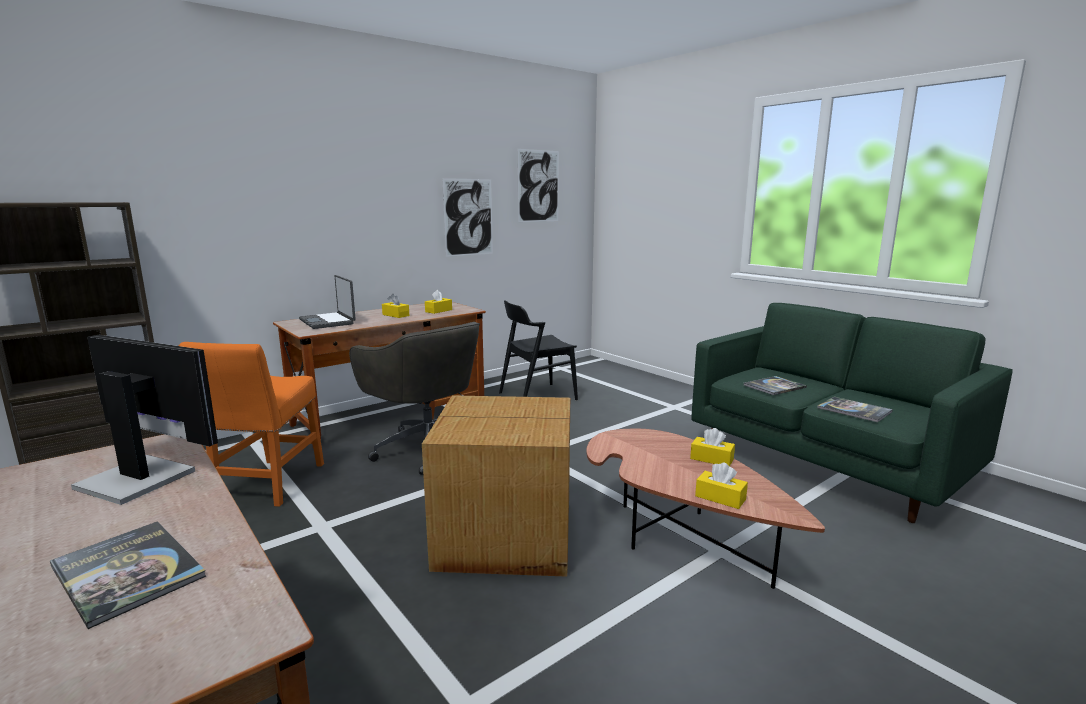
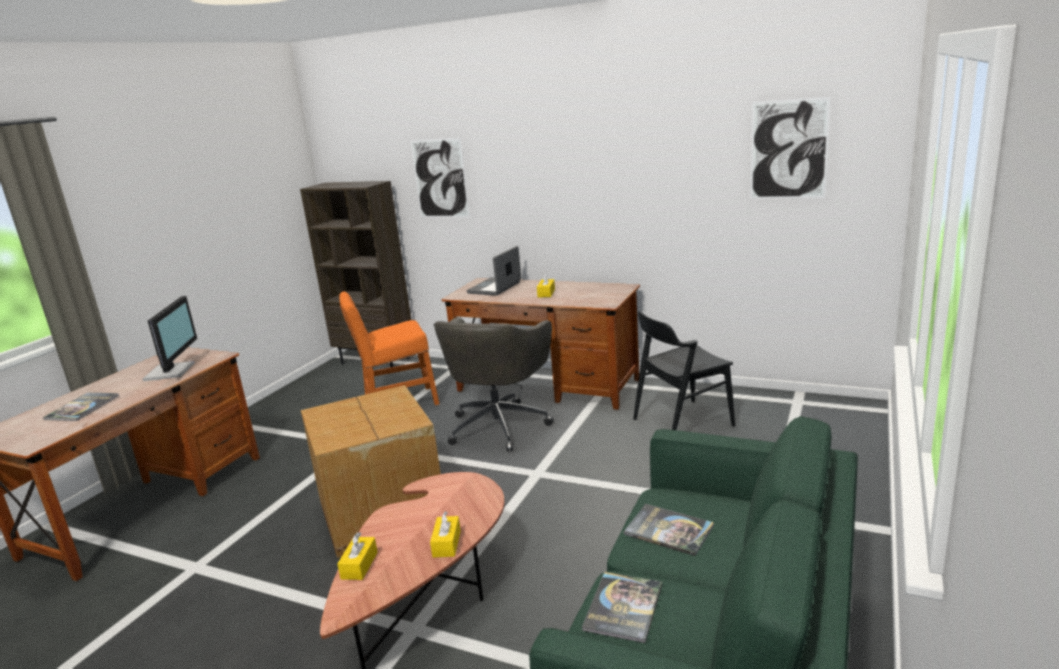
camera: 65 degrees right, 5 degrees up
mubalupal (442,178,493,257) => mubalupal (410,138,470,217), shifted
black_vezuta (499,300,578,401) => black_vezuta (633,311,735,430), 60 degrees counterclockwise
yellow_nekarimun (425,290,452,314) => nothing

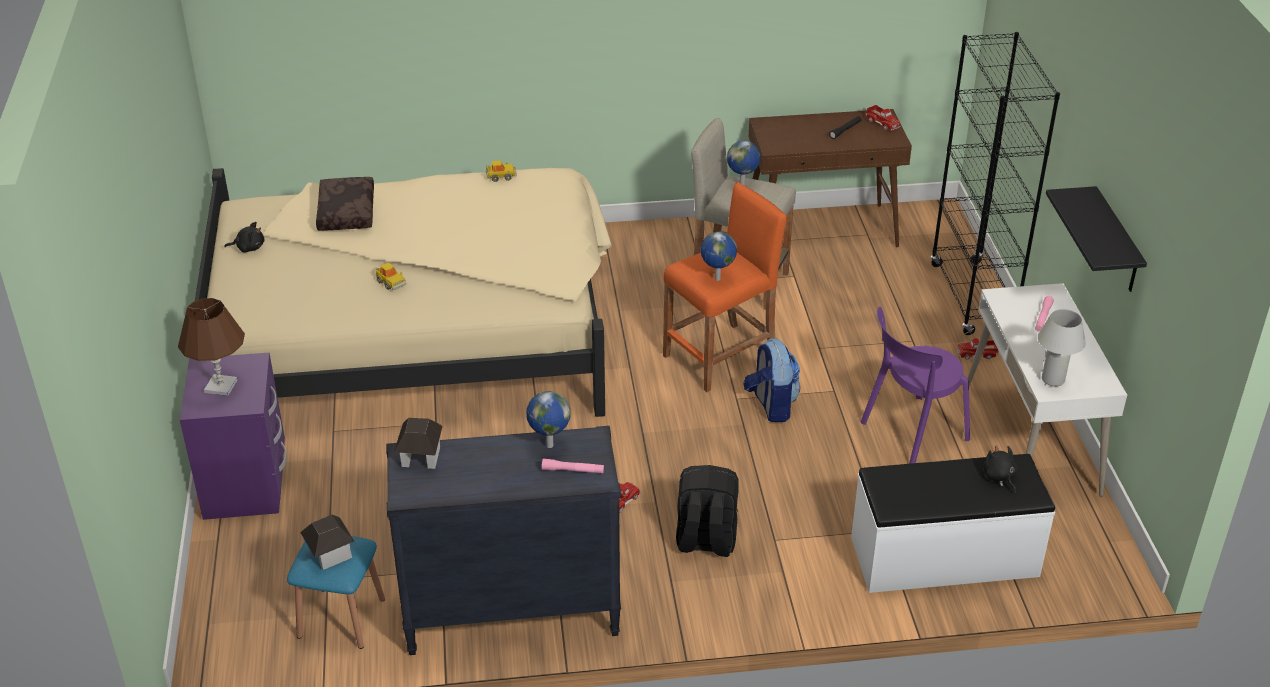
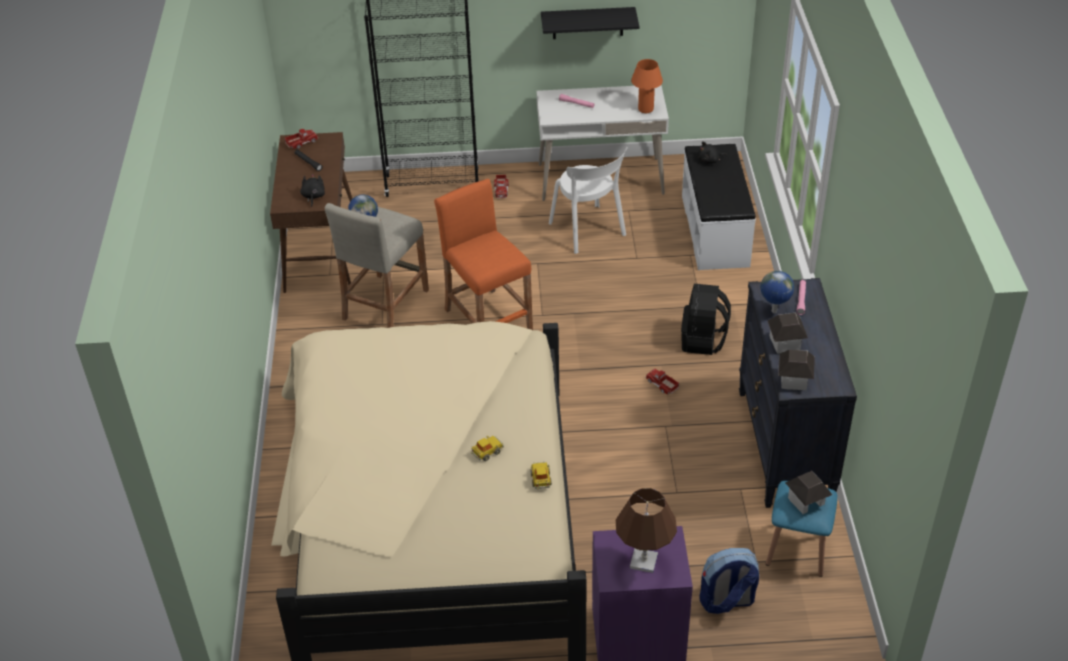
camera: 85 degrees left, 5 degrees up
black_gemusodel (224,222,264,253) => black_gemusodel (300,174,325,207), shifted
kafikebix (486,160,517,182) => kafikebix (531,461,552,489), shifted
purple_vezuta (861,307,970,464) => white_vezuta (549,147,627,254)
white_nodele (1038,309,1086,387) => orange_nodele (631,59,663,113)
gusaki (743,338,800,422) => gusaki (699,548,759,614), shifted
nothing => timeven (768,313,808,354)
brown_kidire (316,177,374,231) => nothing
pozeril (701,232,737,281) => nothing

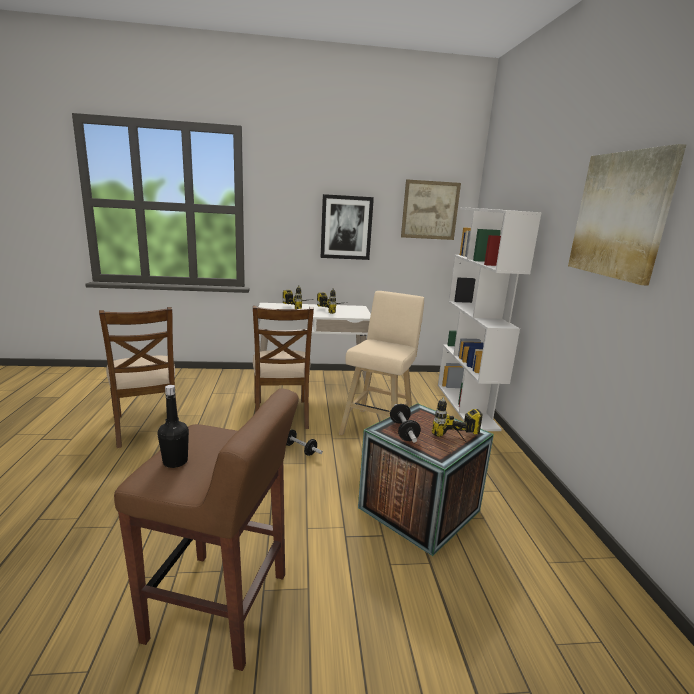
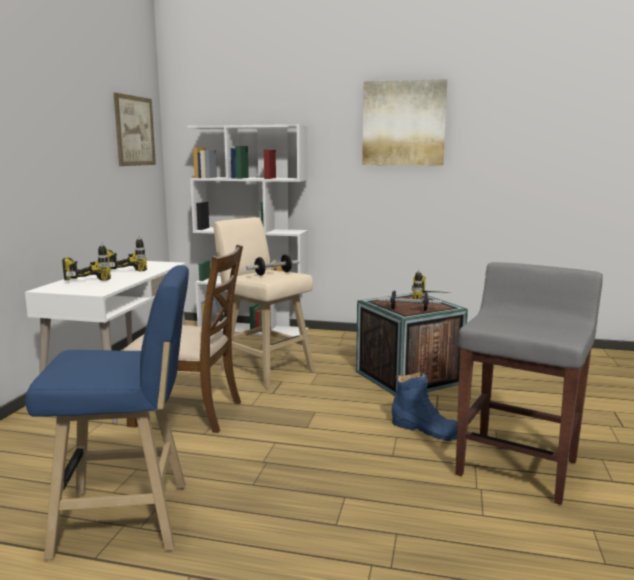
camera: 70 degrees left, 5 degrees down
brown_vezuta (99,307,178,448) => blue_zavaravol (25,265,189,560)
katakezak (286,430,323,456) => katakezak (246,254,299,276), shifted
nothing => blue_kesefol (392,371,457,441)
brown_zavaravol (114,388,299,671) => grey_zavaravol (456,262,603,505)
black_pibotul (158,385,189,468) => nothing
mubalupal (321,194,374,260) => nothing

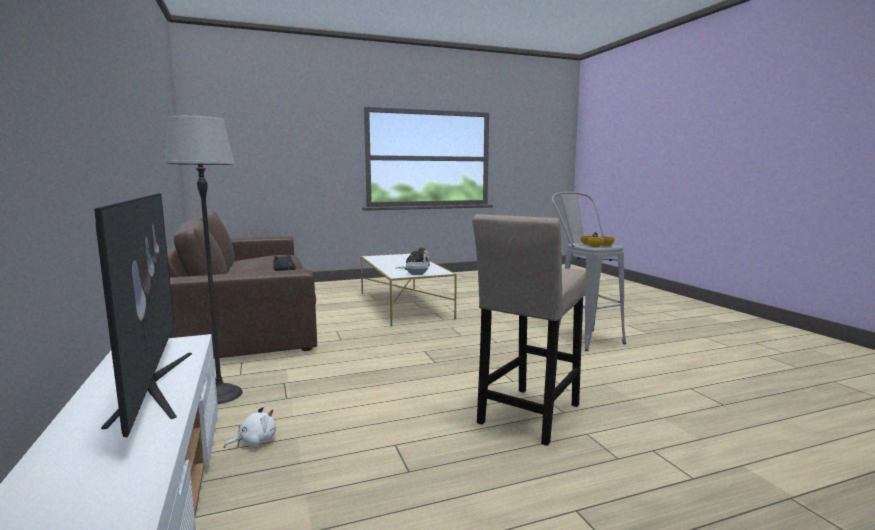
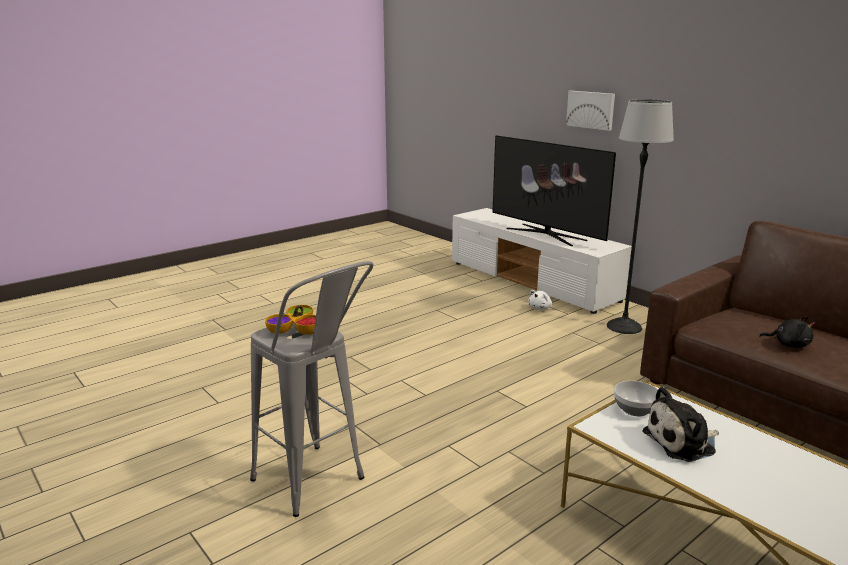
camera: 160 degrees right, 10 degrees up
nothing => mubalupal (566,91,615,131)
beige_zavaravol (472,214,587,446) => nothing

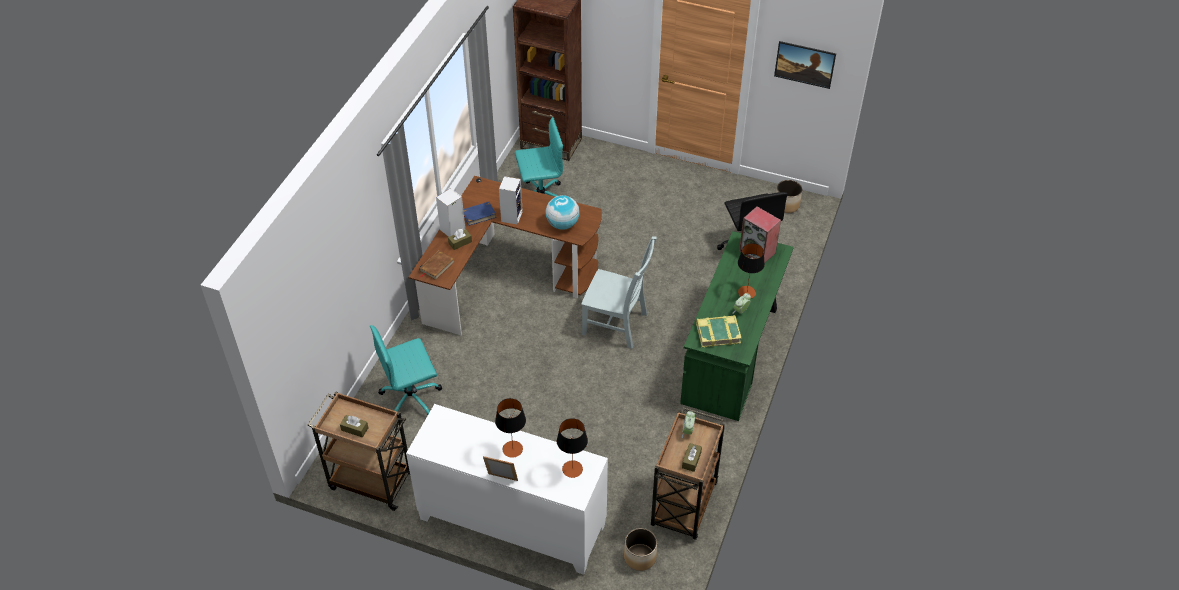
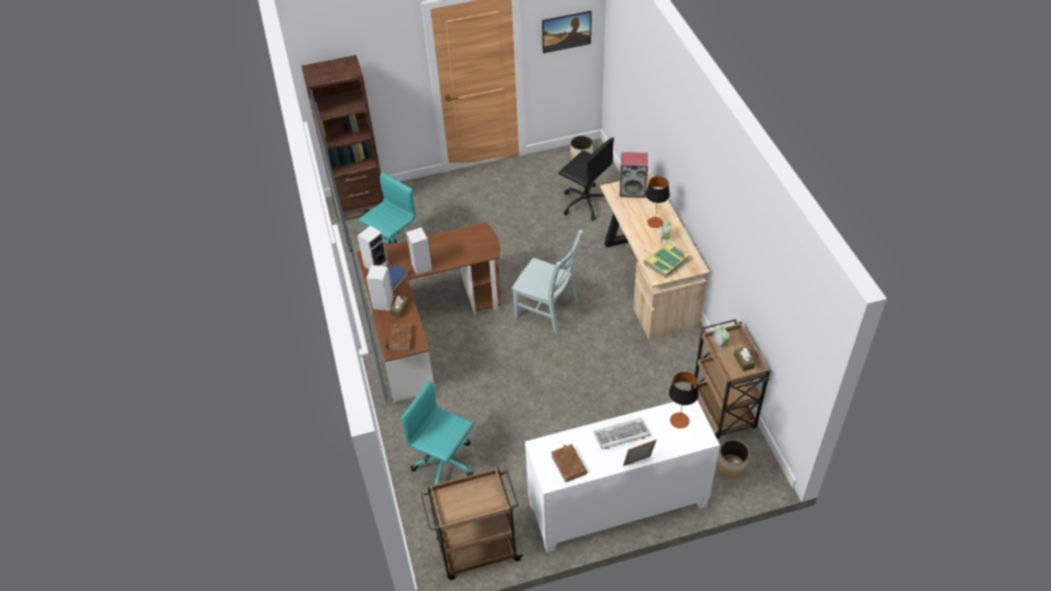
camera: 35 degrees left, 0 degrees up
nothing => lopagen (357,226,388,269)
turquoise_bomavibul (370,325,442,416) => turquoise_bomavibul (401,380,474,485), 90 degrees clockwise
grey_vezuta (581,236,657,349) => grey_vezuta (512,230,583,334), 45 degrees clockwise
nothing => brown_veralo (551,444,587,482)
nodele (495,398,526,458) => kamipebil (593,418,650,449)
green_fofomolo (680,231,794,421) => beige_fofomolo (600,174,710,340)
brown_nekarimun (340,415,369,437) => nothing
pozeril (546,195,580,230) => nothing

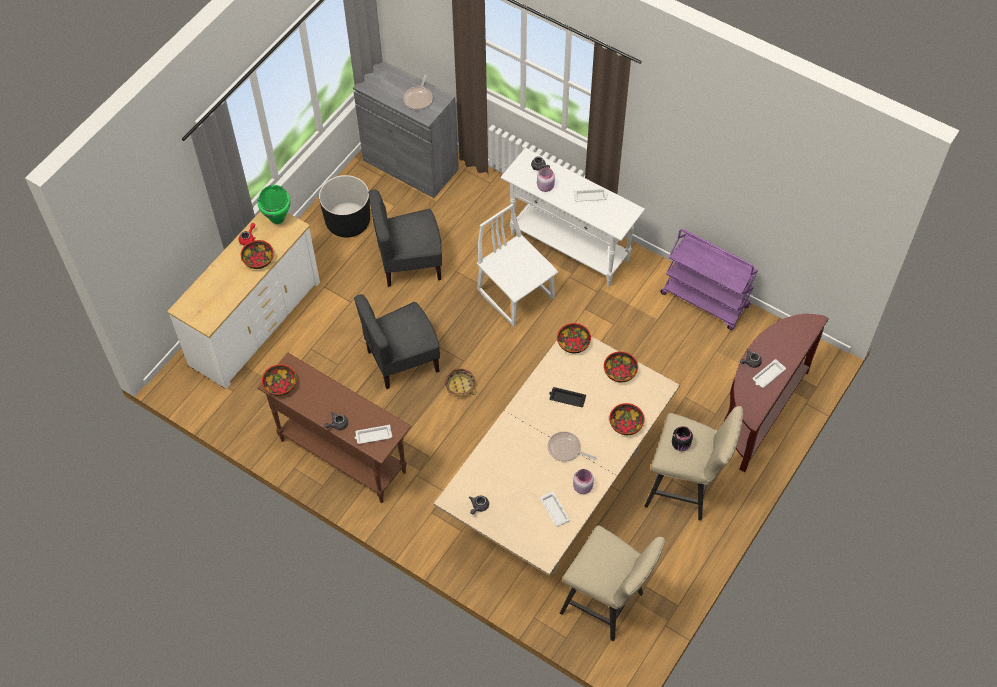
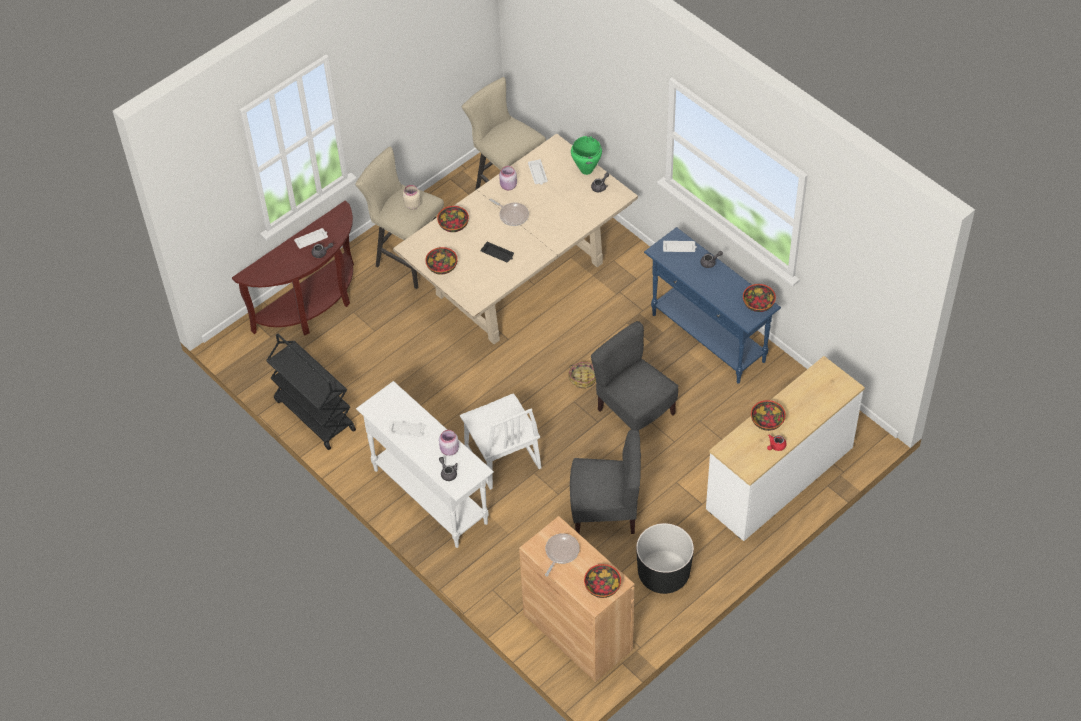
camera: 165 degrees left, 5 degrees down
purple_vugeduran (660,229,758,330) => black_vugeduran (266,334,356,450)
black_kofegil (672,426,693,451) => beige_kofegil (403,185,421,210)
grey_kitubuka (353,60,459,198) => brown_kitubuka (519,516,635,682)
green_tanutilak (257,185,291,224) => green_tanutilak (571,136,602,175), shifted
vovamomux (557,323,591,354) => vovamomux (584,564,621,598), shifted
grey_vezuta (354,294,440,389) => grey_vezuta (591,321,678,430), 120 degrees counterclockwise
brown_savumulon (257,353,412,503) => blue_savumulon (644,227,781,384)

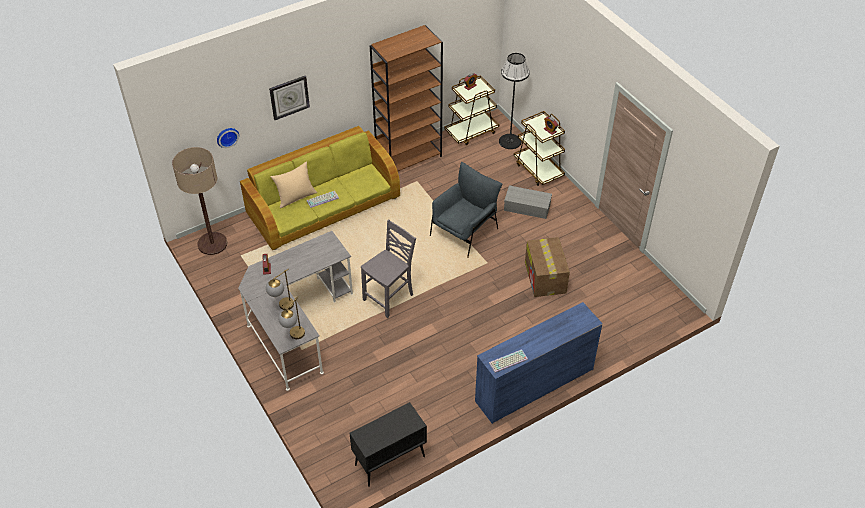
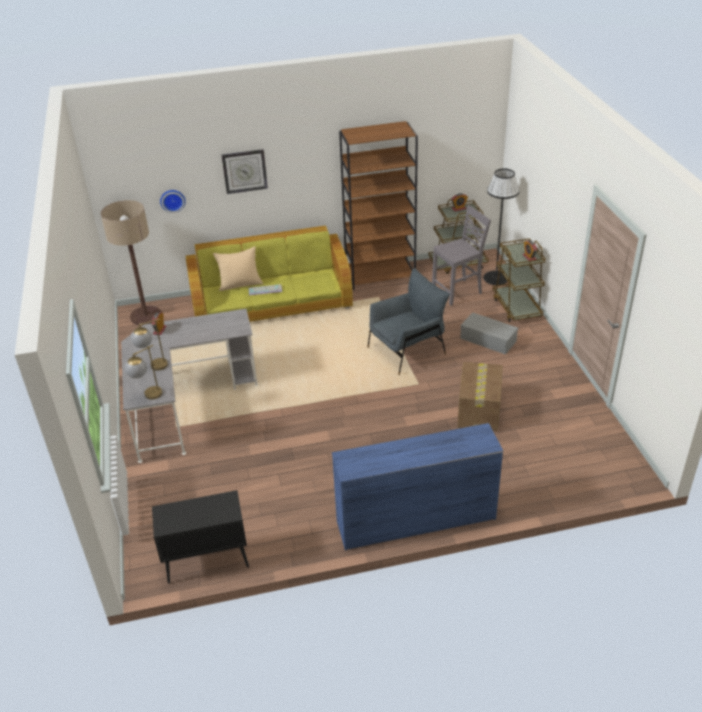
camera: 20 degrees right, 10 degrees down
grey_vezuta (361,219,416,318) => grey_vezuta (432,205,491,306), shifted
kamipebil (489,349,528,373) => nothing

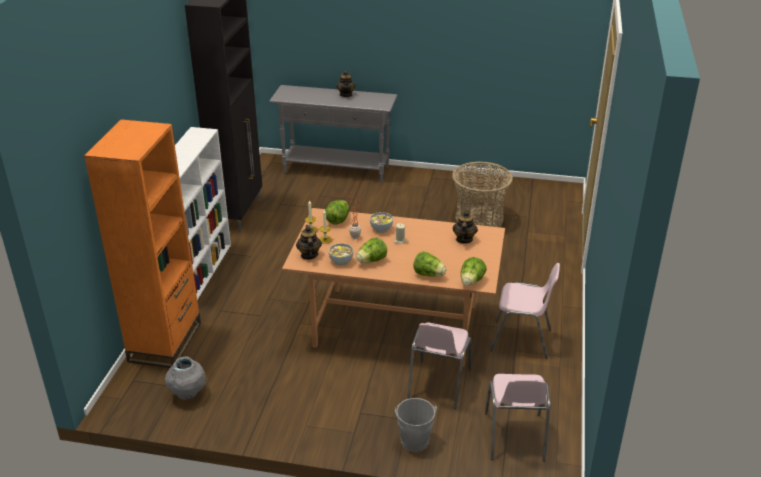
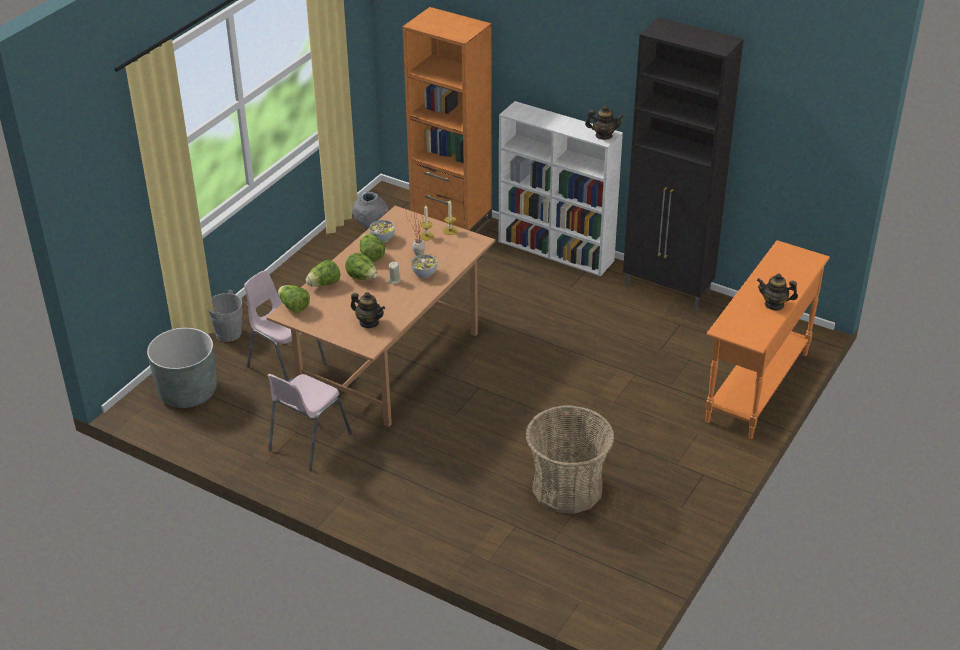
camera: 110 degrees right, 5 degrees up
pink_vezuta (485,374,550,462) => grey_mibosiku (147,328,217,408)
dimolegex (325,200,349,225) => dimolegex (345,253,378,280), shifted
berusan (296,225,322,260) => berusan (585,105,624,140), shifted
grey_savumulon (269,85,398,183) => orange_savumulon (705,240,830,439)

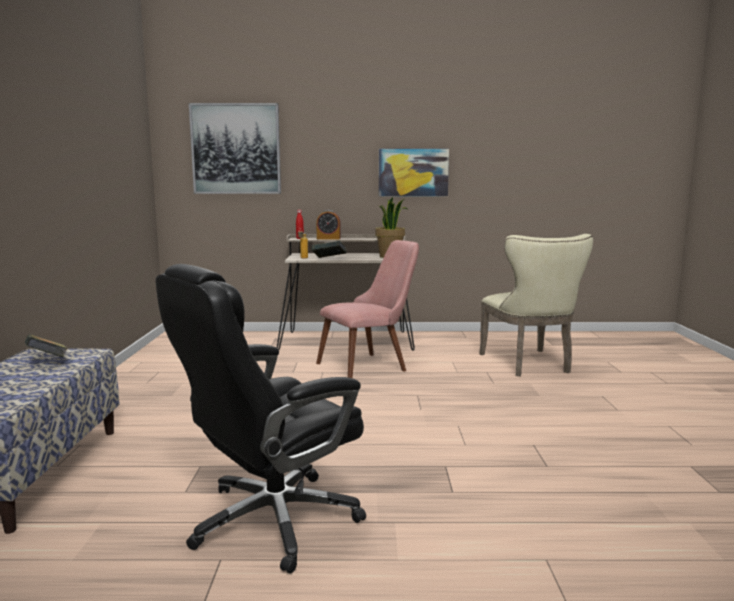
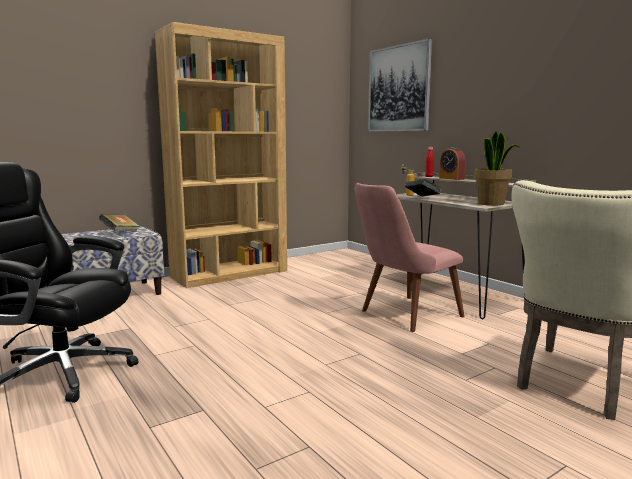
camera: 55 degrees right, 0 degrees up
nothing => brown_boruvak (155,22,287,288)
pink_vezuta (316,240,419,378) => pink_vezuta (355,183,465,332), 120 degrees clockwise
mubalupal (379,149,449,196) => nothing

